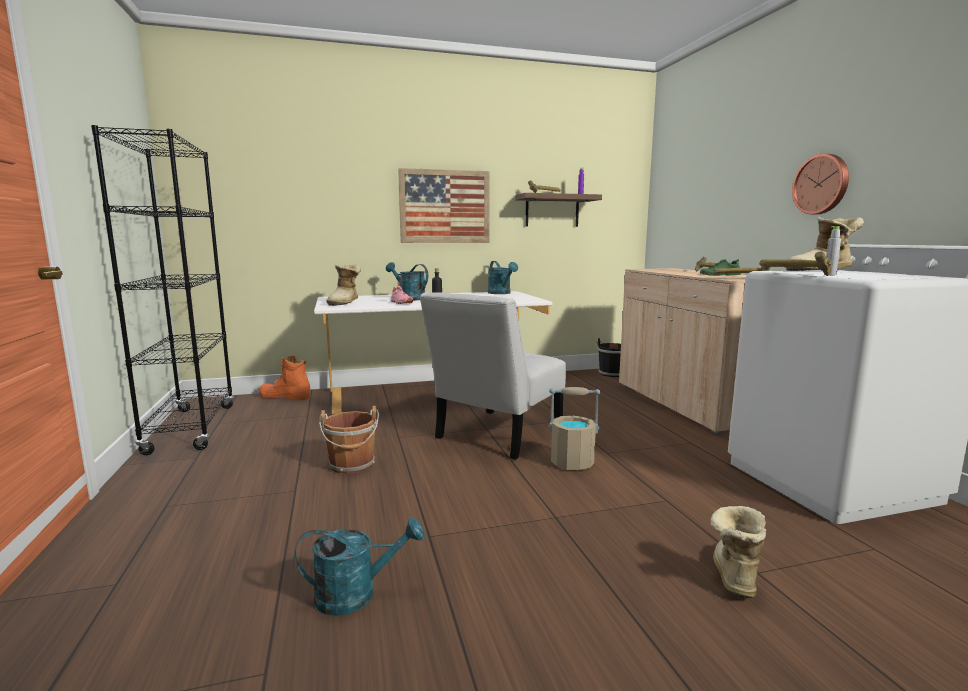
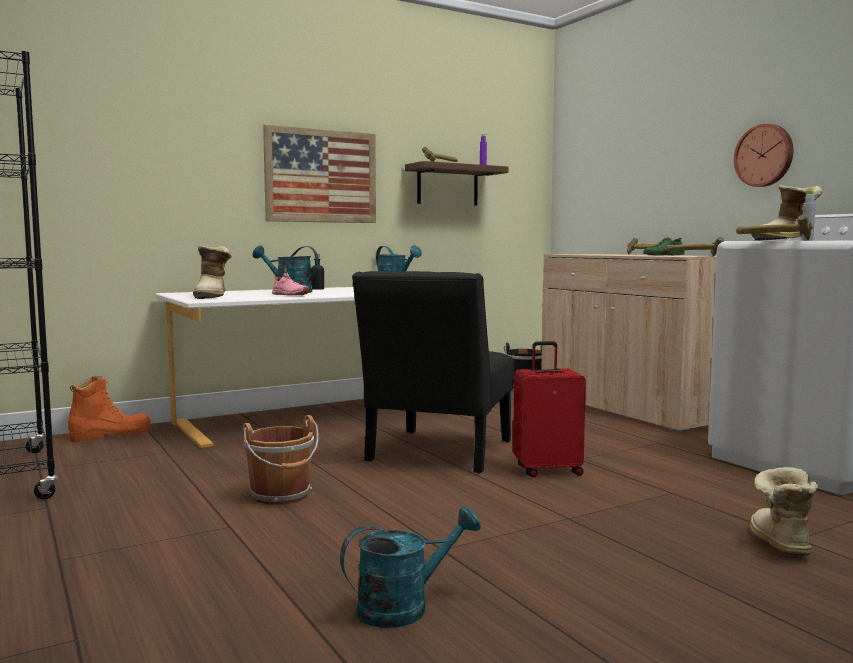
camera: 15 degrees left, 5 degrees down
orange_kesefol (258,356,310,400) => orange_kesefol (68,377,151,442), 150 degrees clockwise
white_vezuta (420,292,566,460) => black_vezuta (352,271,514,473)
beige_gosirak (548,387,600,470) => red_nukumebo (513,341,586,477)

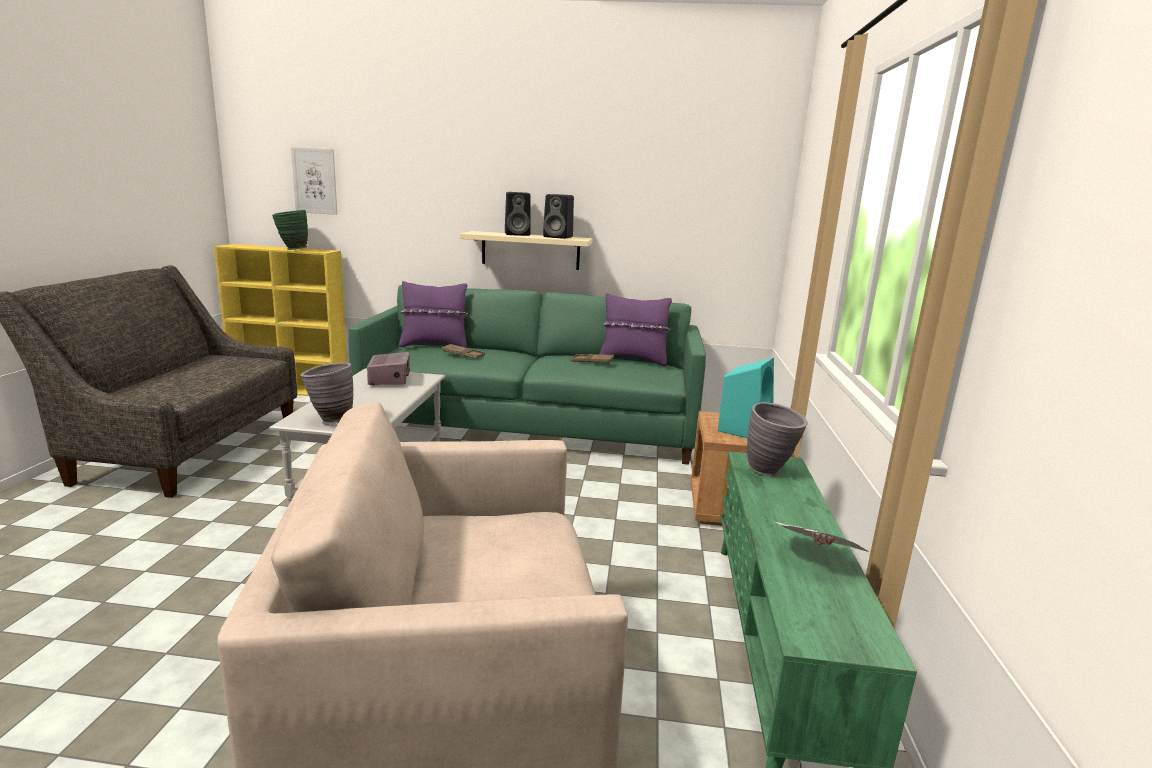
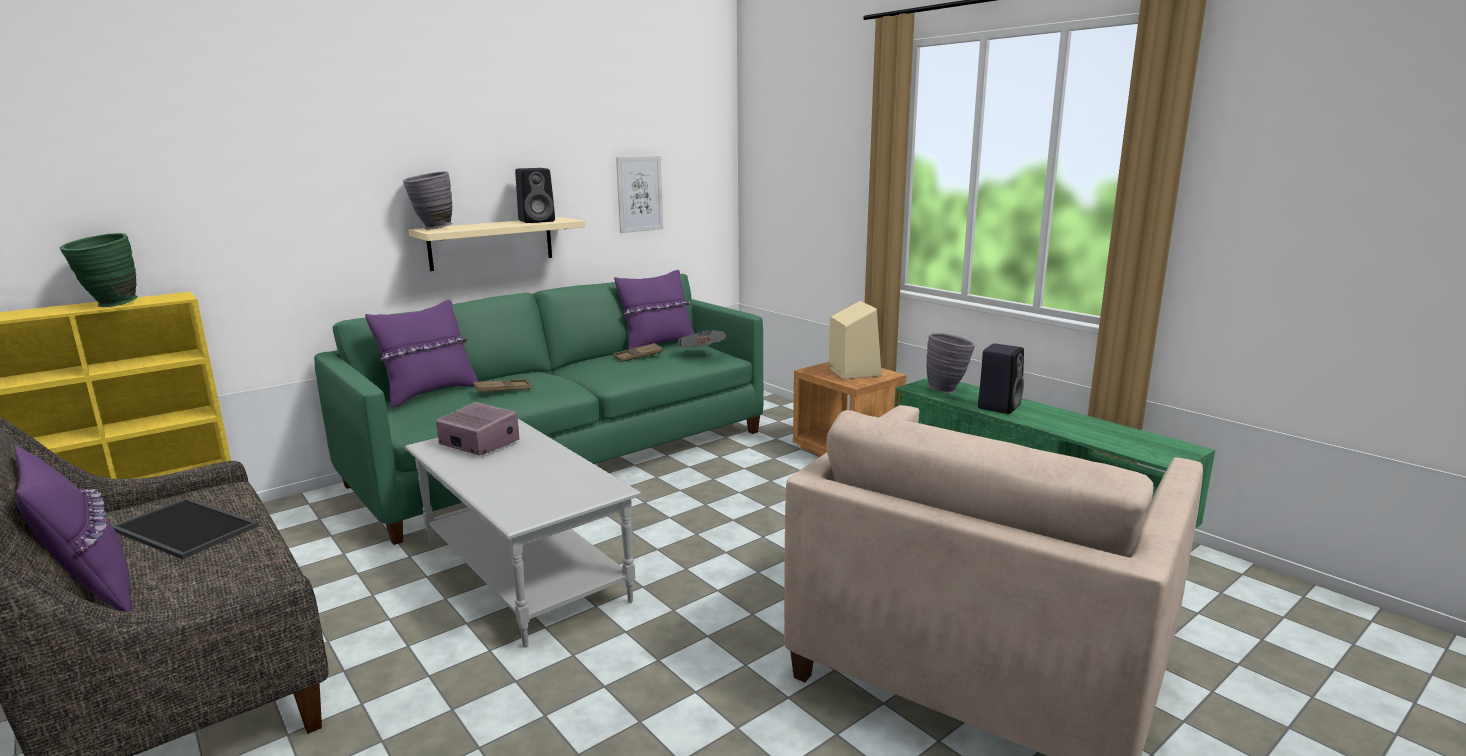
camera: 45 degrees left, 0 degrees up
nothing => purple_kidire (14,445,132,612)
nothing => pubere (112,498,259,559)
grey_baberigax (300,363,354,425) => grey_baberigax (403,171,452,230), shifted
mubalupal (291,147,337,215) => mubalupal (616,156,663,233), shifted
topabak (775,522,869,552) => topabak (678,330,726,348), shifted
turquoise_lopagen (718,358,774,438) => beige_lopagen (829,301,882,380)
black_lopagen (505,192,531,236) => black_lopagen (978,344,1024,414), shifted

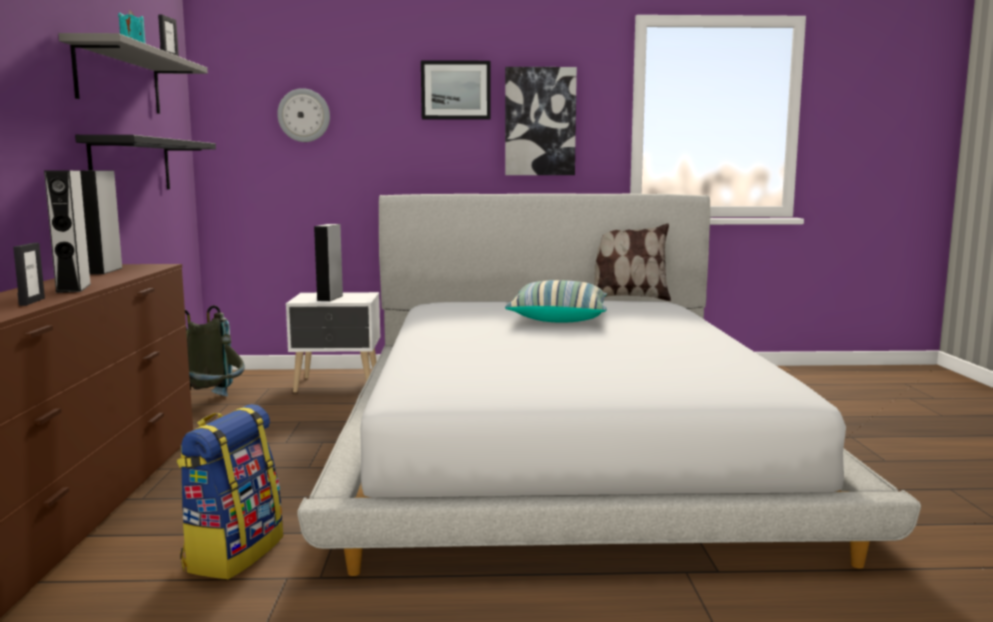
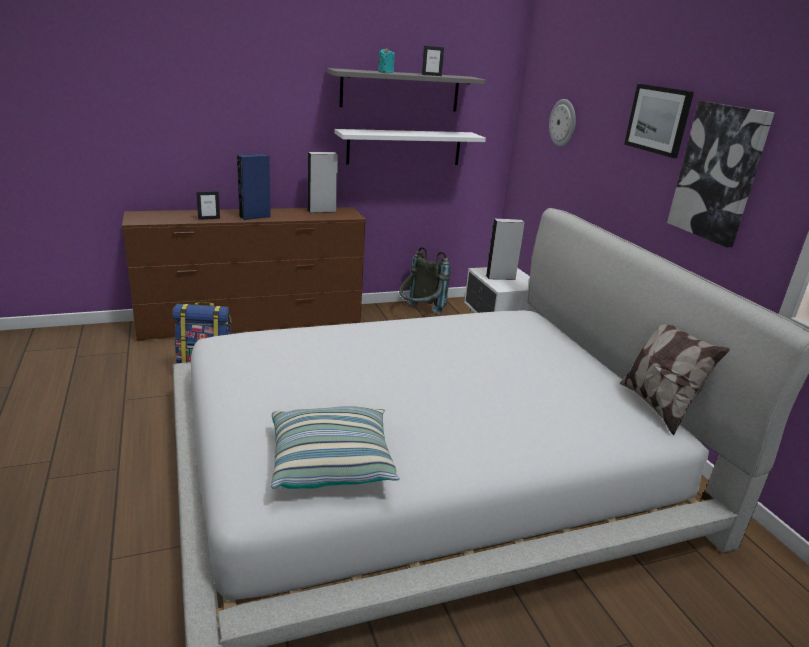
camera: 70 degrees right, 15 degrees up
grey_lopagen (44,170,91,293) => blue_lopagen (237,154,271,220)
kidire (505,280,607,323) => kidire (271,406,400,489), shifted
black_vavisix (75,135,216,189) => white_vavisix (335,129,486,165)

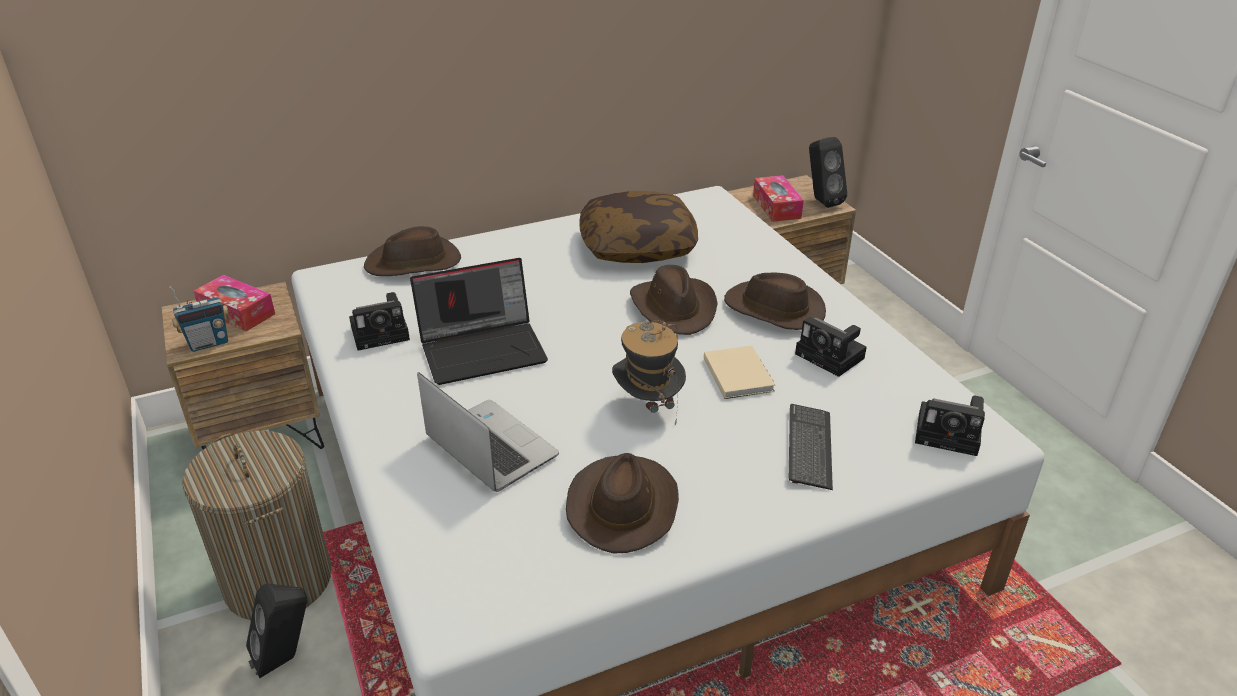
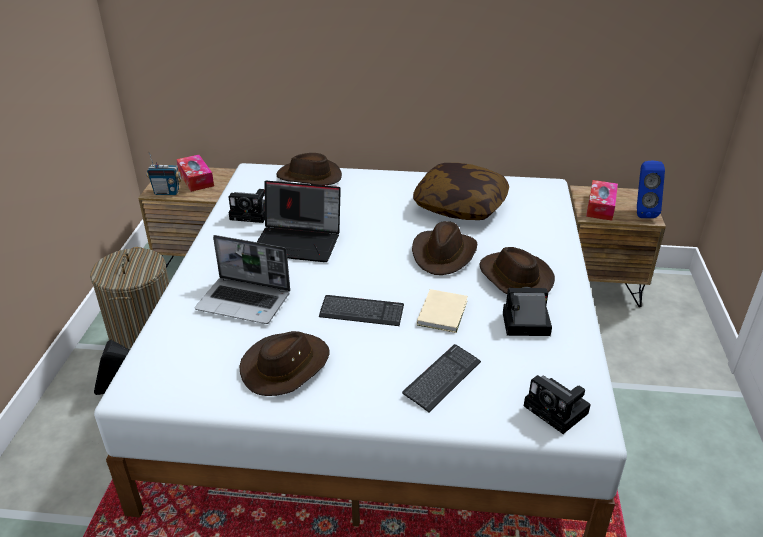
camera: 30 degrees right, 0 degrees up
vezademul (417,372,559,492) => vezademul (195,235,290,324), 120 degrees clockwise
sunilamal (612,320,686,425) => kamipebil (319,295,404,326)
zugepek (795,317,867,377) => zugepek (503,287,552,336), 105 degrees clockwise
black_lopagen (809,137,847,208) => blue_lopagen (637,161,665,218)

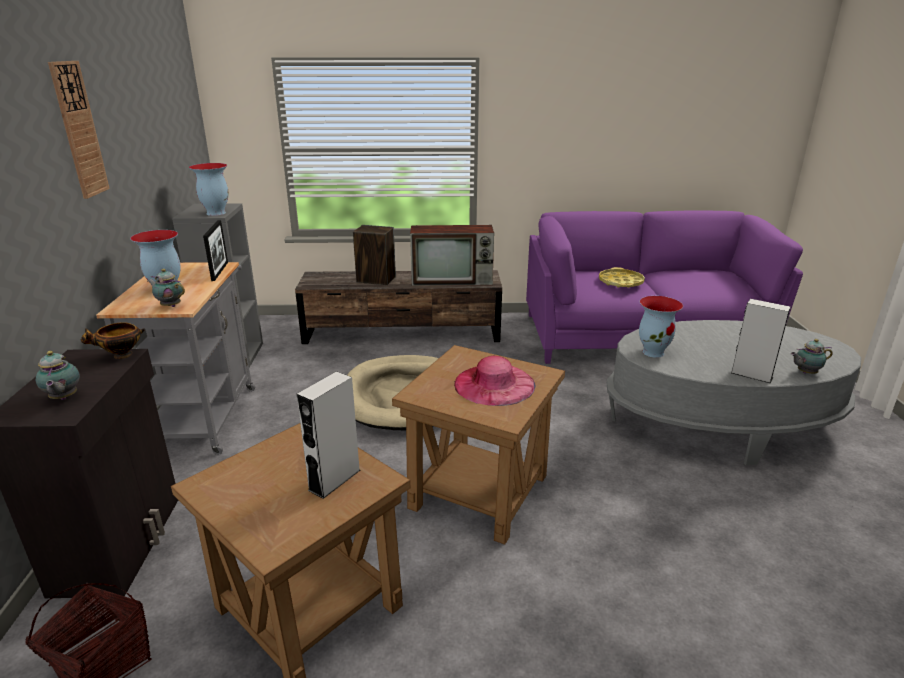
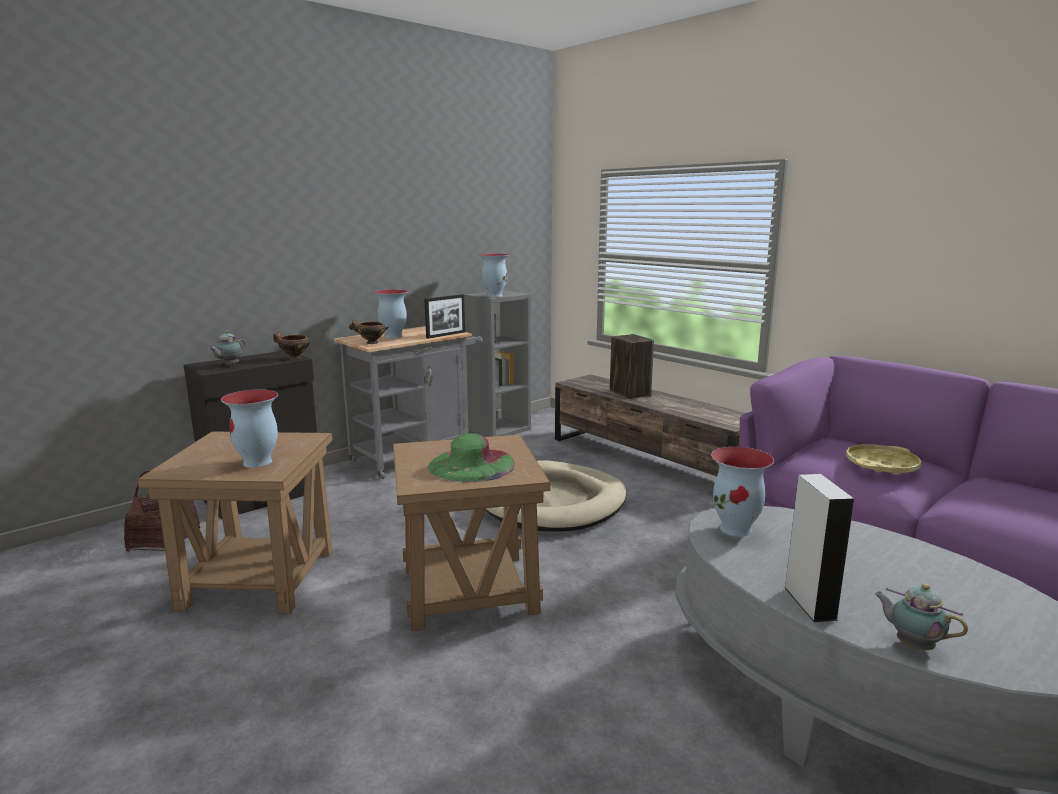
camera: 50 degrees right, 10 degrees down
grey_lopagen (297,371,360,499) => baberigax (221,389,278,467)
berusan (148,269,185,307) => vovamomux (349,320,388,344)
pink_sunilamal (454,355,535,406) => green_sunilamal (428,433,514,482)
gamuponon (48,61,110,199) => nothing
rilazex (410,225,494,286) => nothing

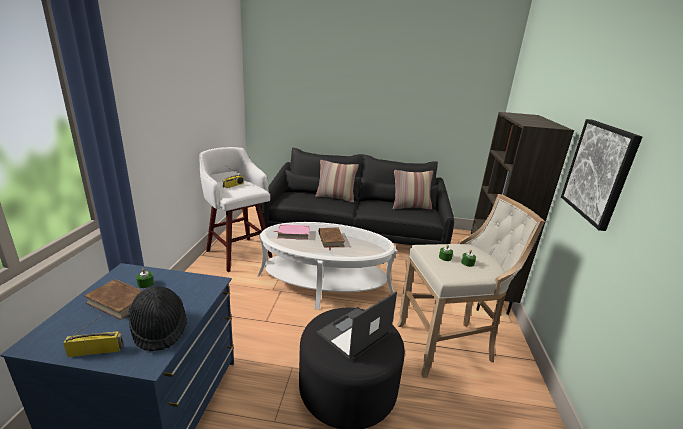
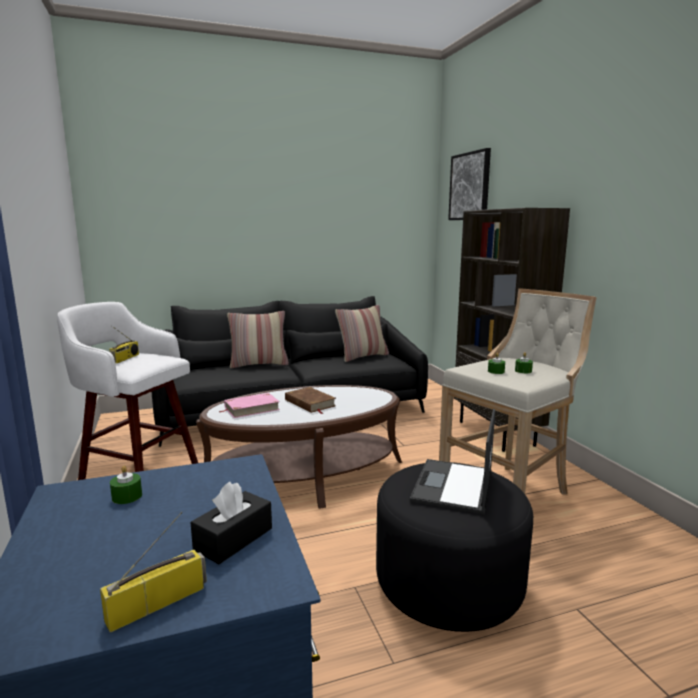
camera: 25 degrees left, 10 degrees down
black_sunilamal (128,286,187,351) => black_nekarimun (191,482,272,564)
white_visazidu (258,222,397,310) => brown_visazidu (196,385,402,509)
mubalupal (561,119,642,231) => mubalupal (448,148,491,220), shifted
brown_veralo (84,279,143,320) => nothing

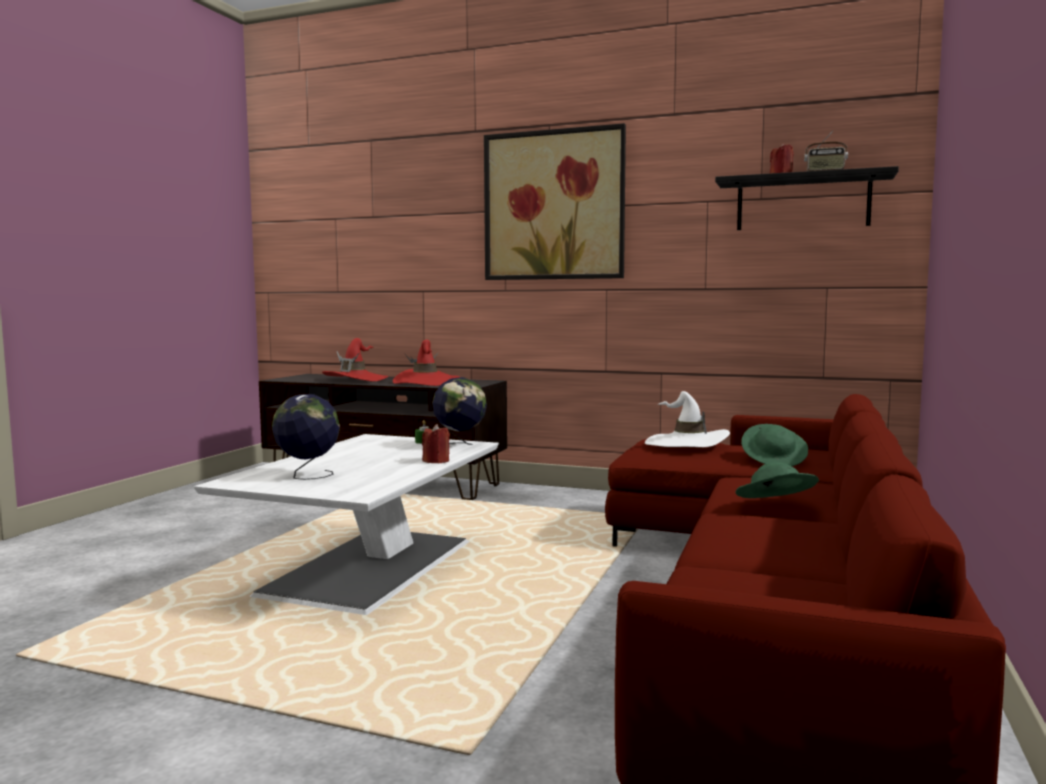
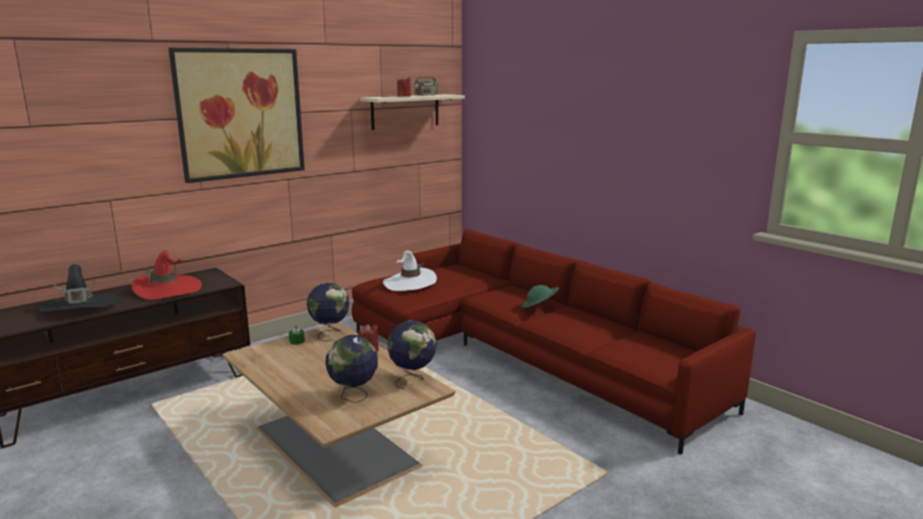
camera: 60 degrees left, 10 degrees up
red_sunilamal (322,338,389,382) => black_sunilamal (39,264,119,313)
white_visazidu (194,434,499,615) => brown_visazidu (222,322,456,507)
black_vavisix (715,166,899,230) => beige_vavisix (360,94,465,130)
nothing => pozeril (387,320,436,390)
green_sunilamal (741,424,808,466) => nothing

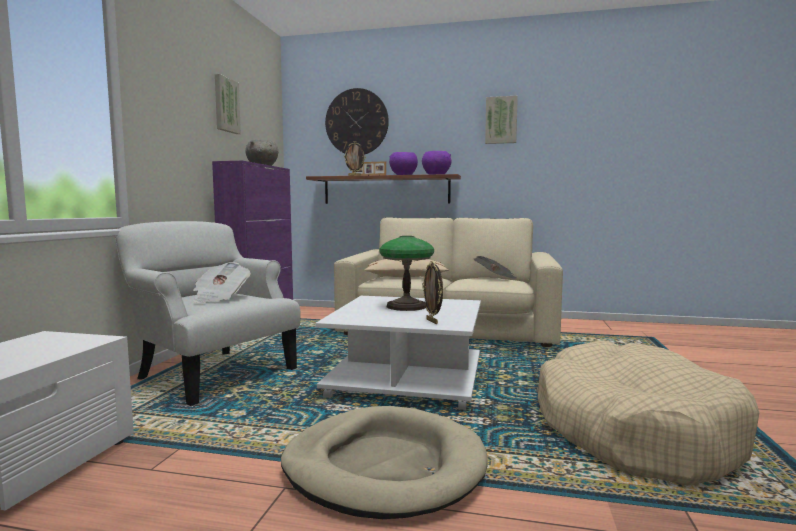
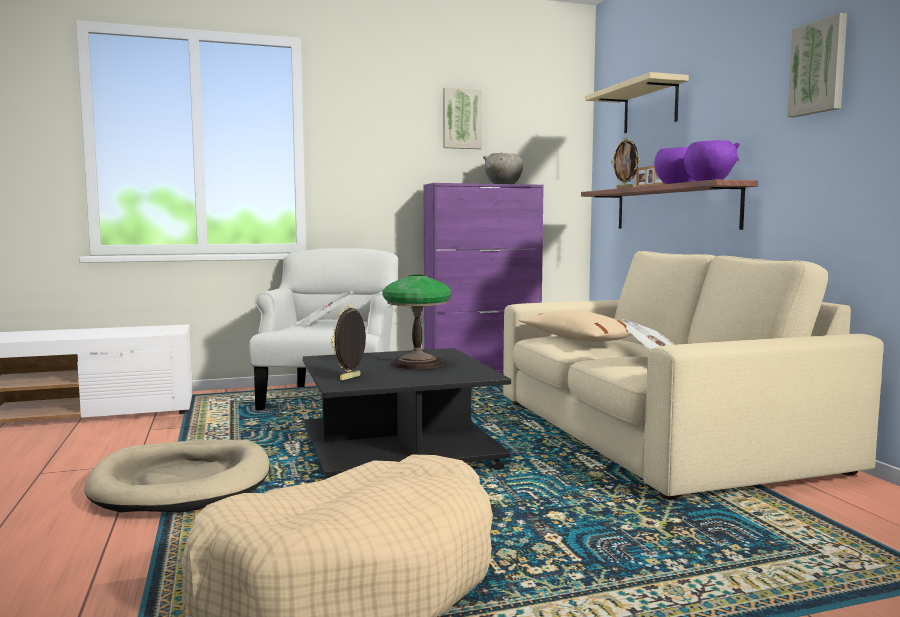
camera: 60 degrees right, 0 degrees up
white_visazidu (315,296,481,410) => black_visazidu (303,348,511,477)
gamuponon (325,88,389,155) => beige_vavisix (585,72,689,133)

